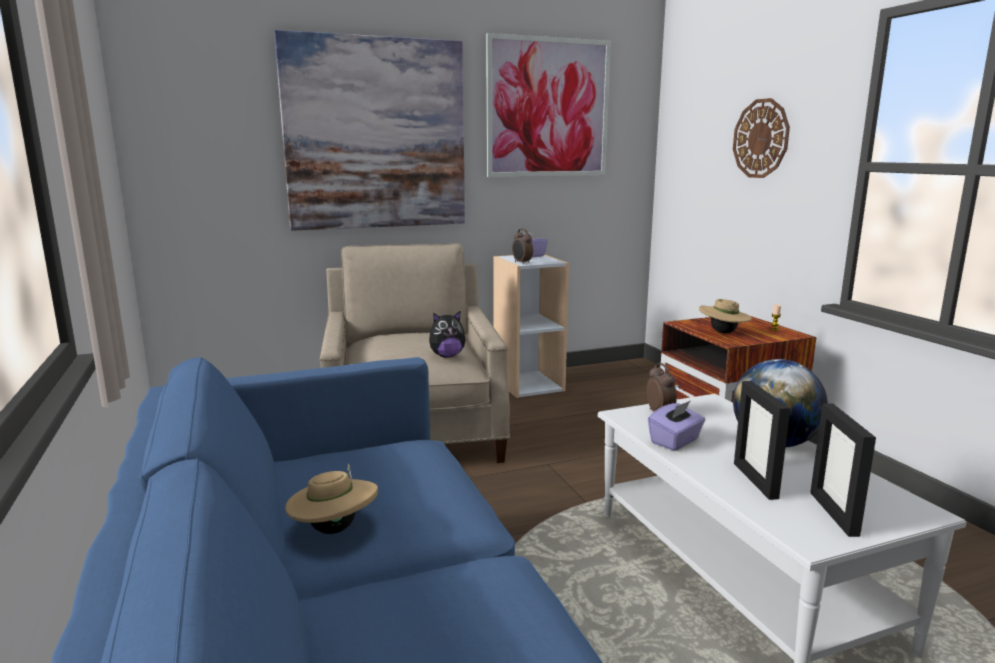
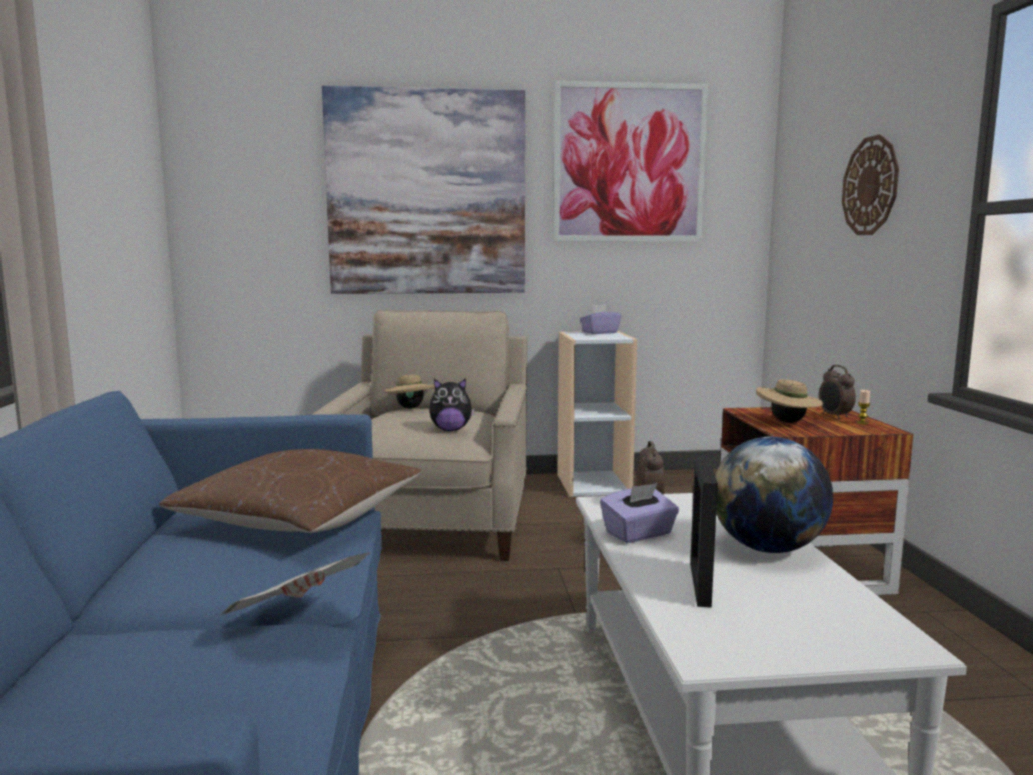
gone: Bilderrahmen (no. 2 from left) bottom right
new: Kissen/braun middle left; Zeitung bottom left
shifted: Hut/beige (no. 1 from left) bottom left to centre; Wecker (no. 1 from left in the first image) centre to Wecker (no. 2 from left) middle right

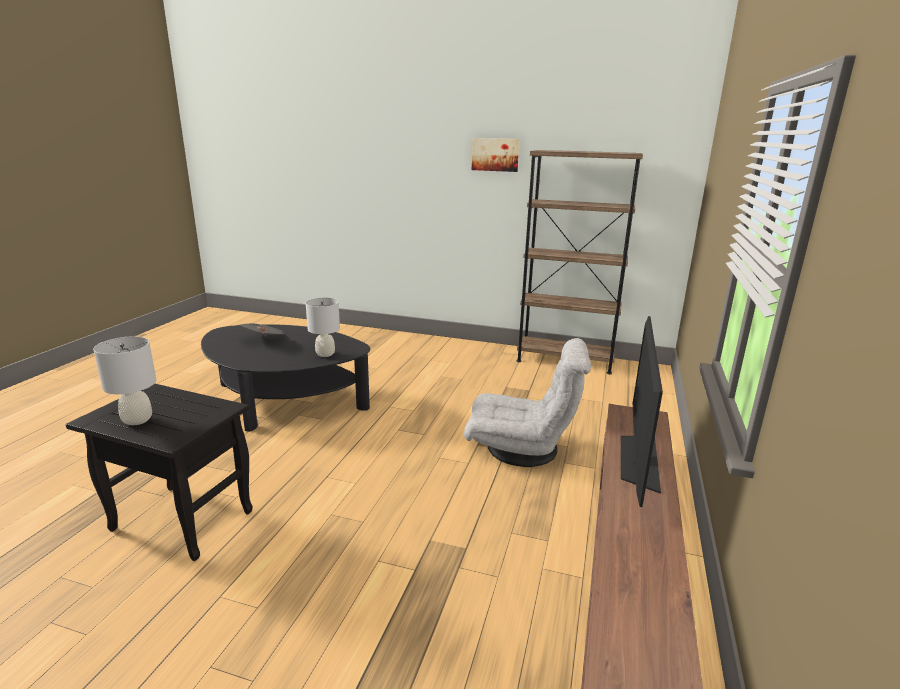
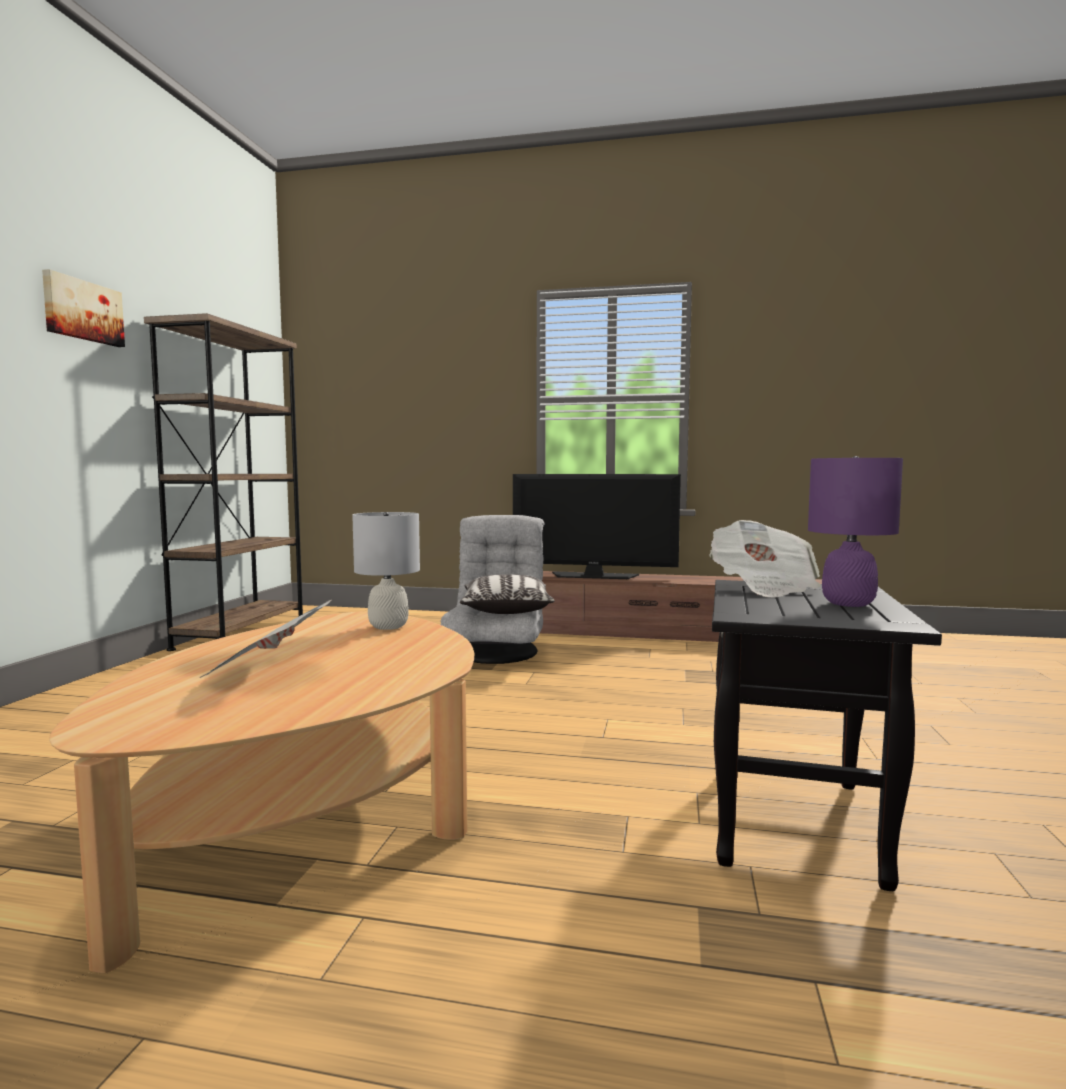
new: Kissen centre; Zeitung (no. 2 from left) middle right
repainted: Tischlampe/grau (no. 1 from left) middle left to Tischlampe/lila middle right; Couchtisch/schwarz middle left to Couchtisch/beige bottom left

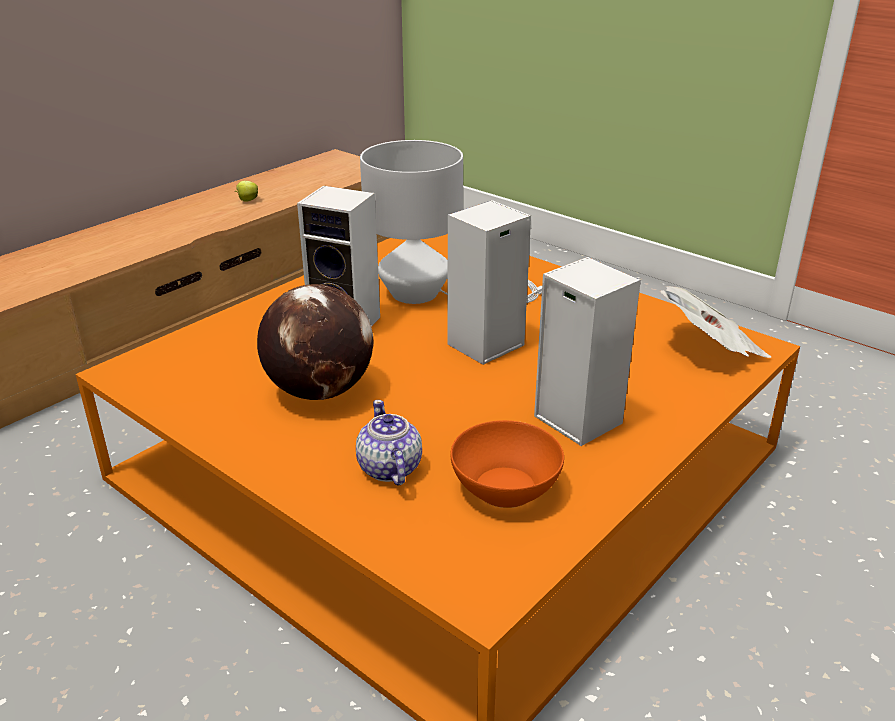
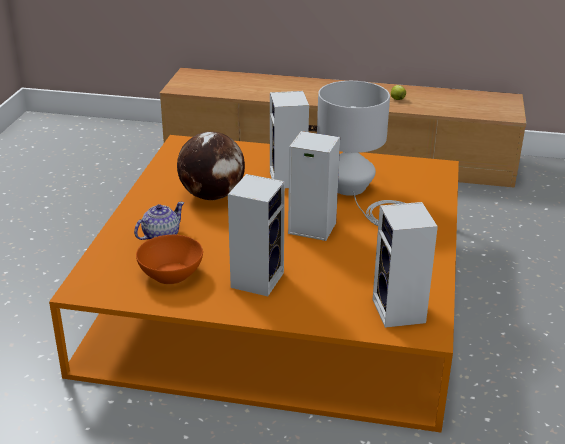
swapped: Zeitung middle right to Lautsprecher (no. 4 from left) middle right

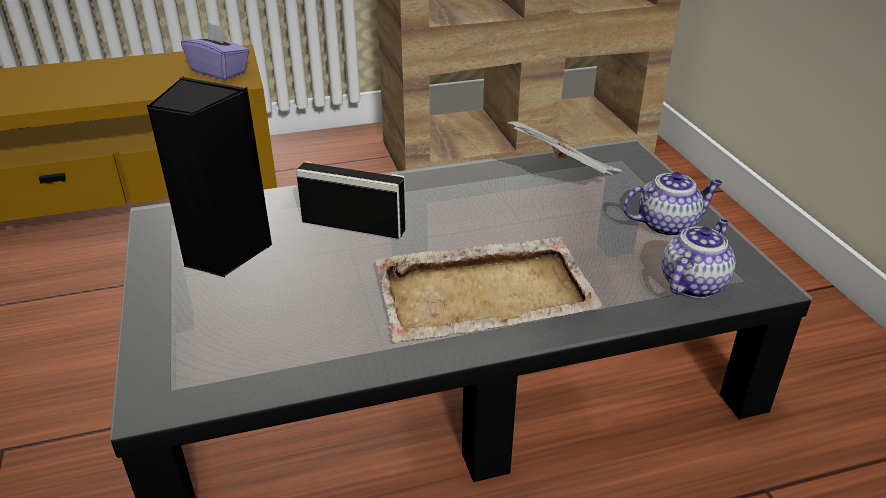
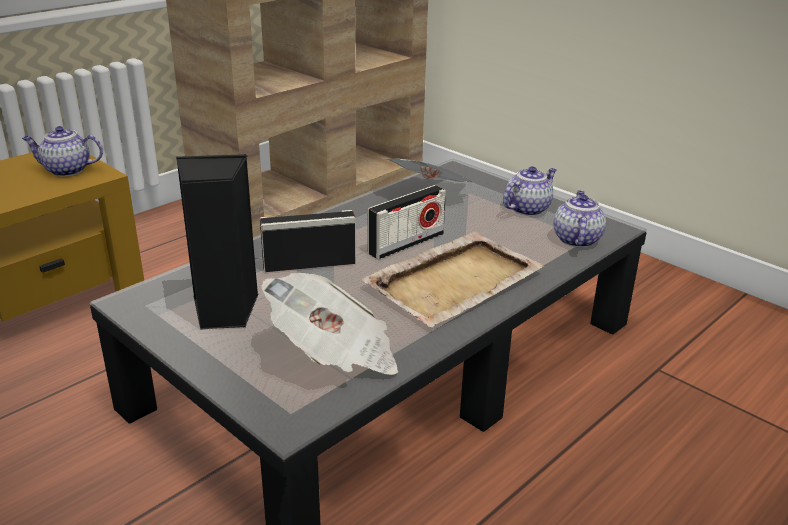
new: Zeitung (no. 1 from left) centre; Radio (no. 2 from left) centre
swapped: Taschentuchbox/lila top left to Teekanne (no. 1 from left) top left

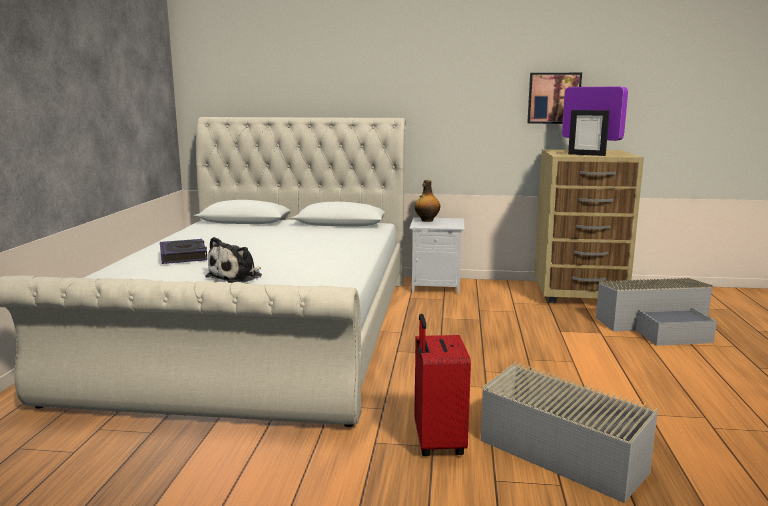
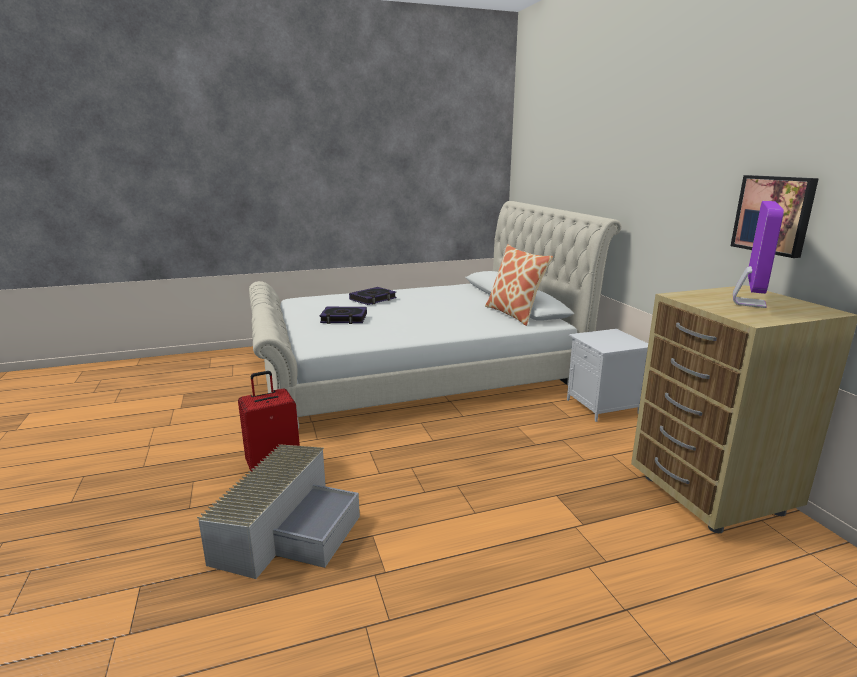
gone: Flasche centre; Bilderrahmen top right; Aufbewahrungsbox/grau (no. 2 from left) middle right
new: Kissen centre
swapped: Plüschtier middle left to Buch (no. 1 from left) centre

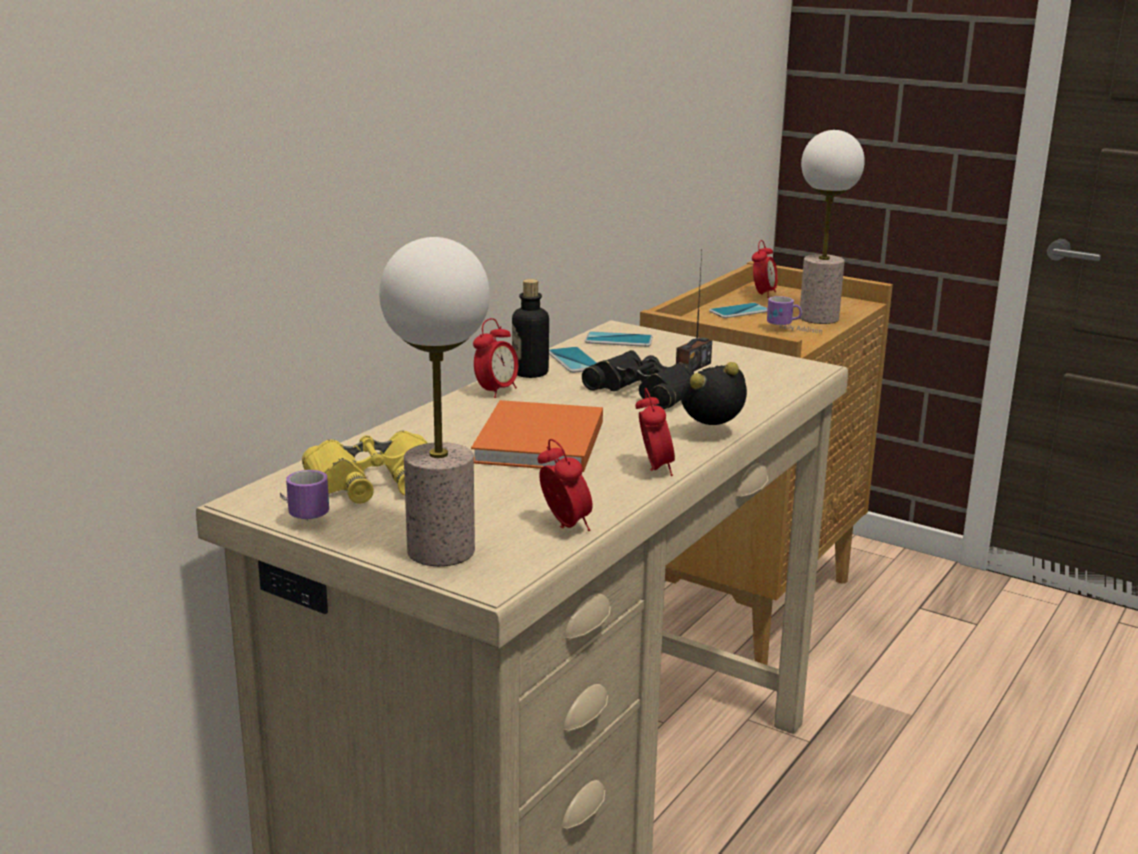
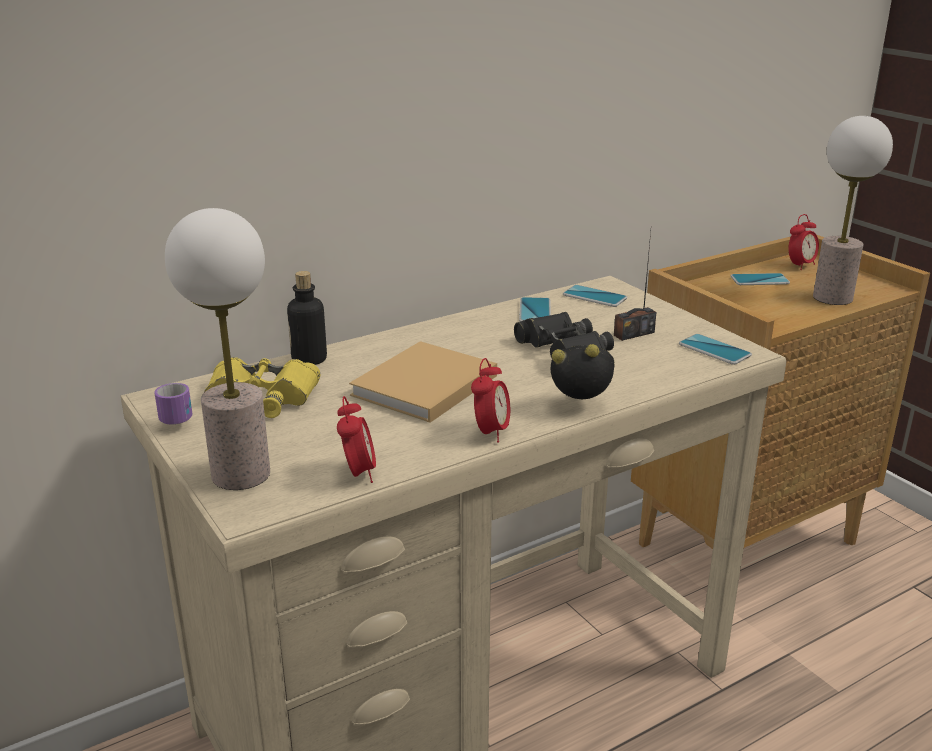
gone: Wecker (no. 1 from left) centre; Henkelbecher (no. 2 from left) middle right
new: Handy (no. 3 from left) middle right
shifted: Flasche centre to middle left
repainted: Buch/orange centre to Buch/beige centre

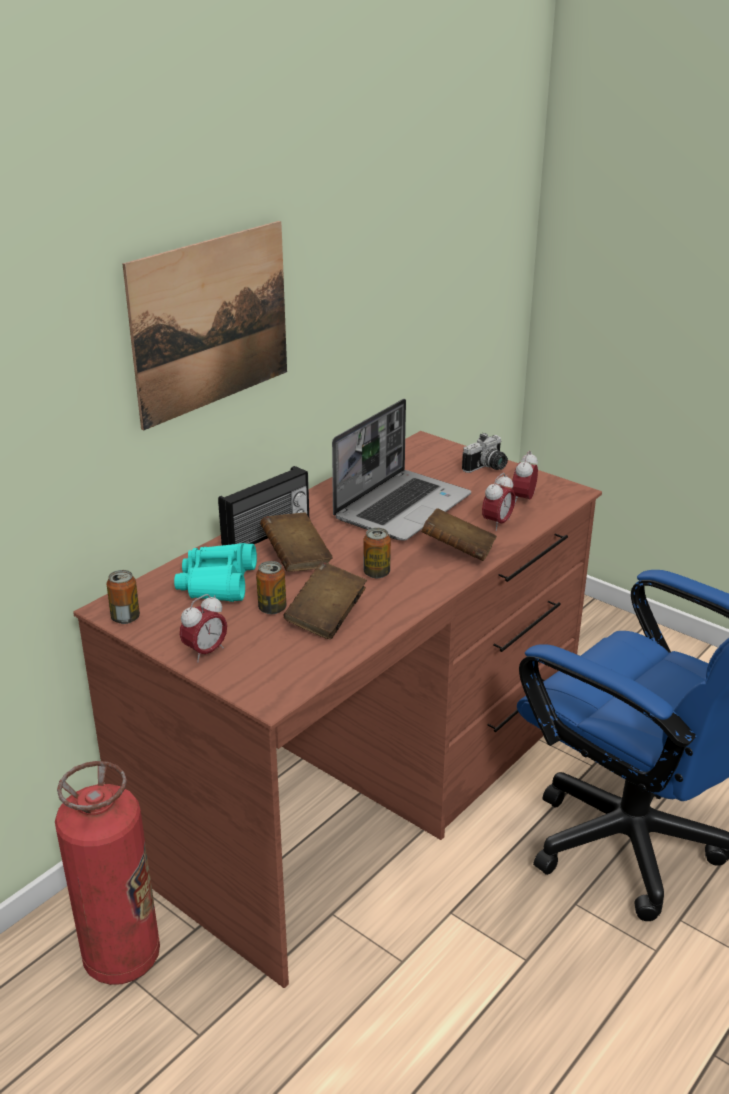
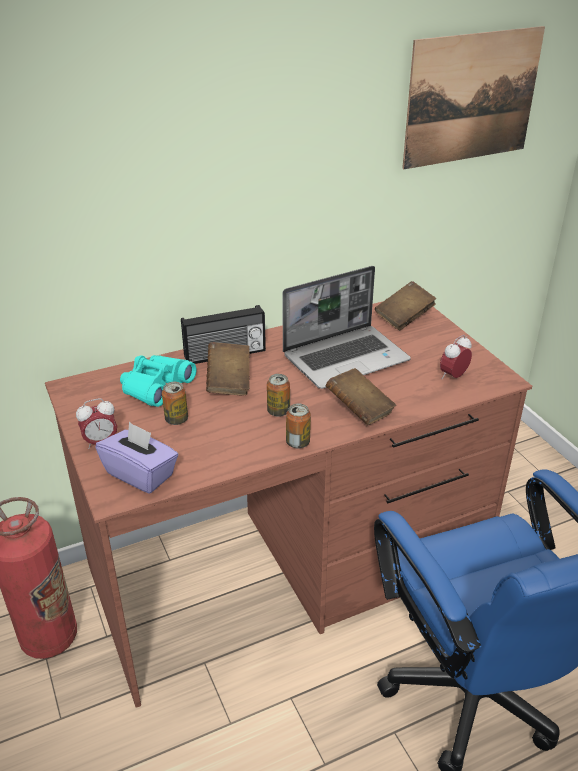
gone: Kamera centre; Wecker (no. 2 from left) middle right
new: Taschentuchbox/lila middle left
shifted: Dose (no. 1 from left in the first image) middle left to Dose (no. 3 from left) centre; Bild top left to top right; Buch/braun (no. 2 from left in the first image) centre to Buch/braun (no. 3 from left) middle right

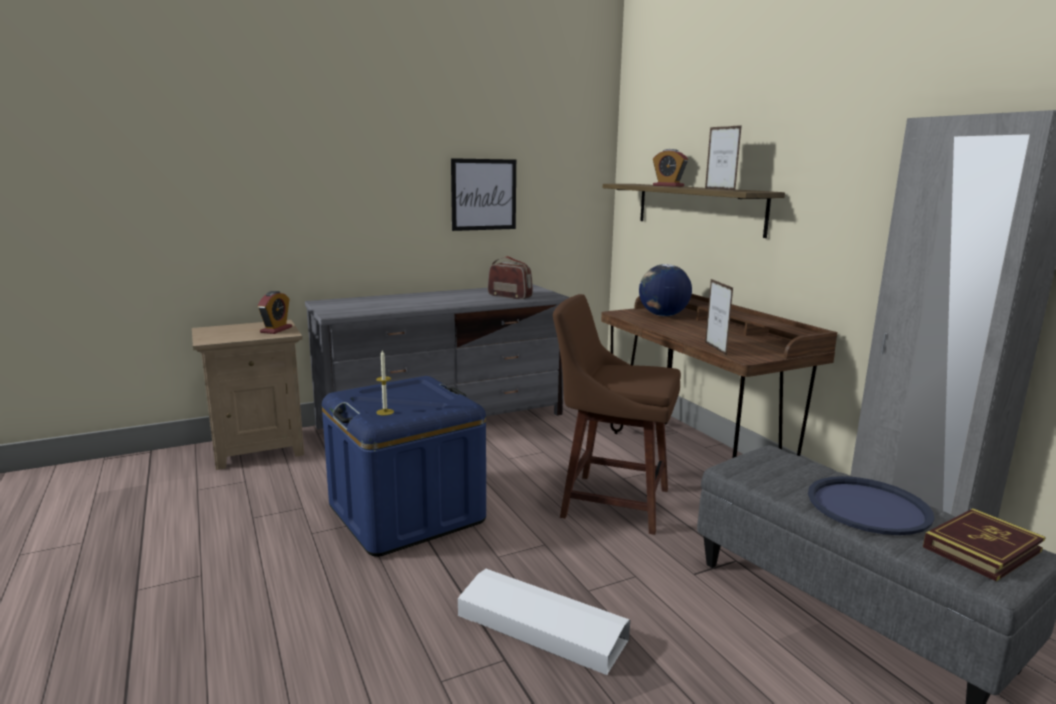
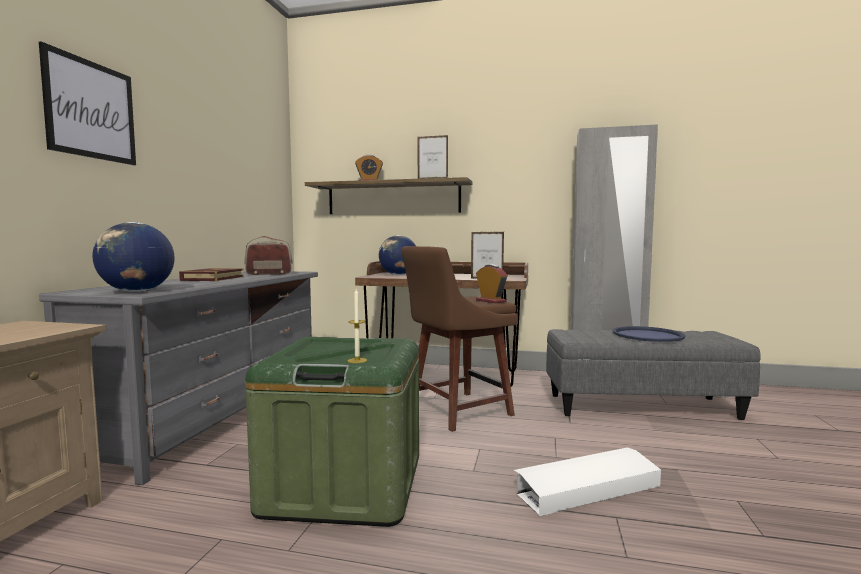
new: Globus (no. 1 from left) middle left
shifted: Wecker (no. 1 from left in the first image) middle left to Wecker (no. 2 from left) centre; Bild top centre to top left; Buch bottom right to middle left
repainted: Aufbewahrungsbox/blau centre to Aufbewahrungsbox/grün bottom centre

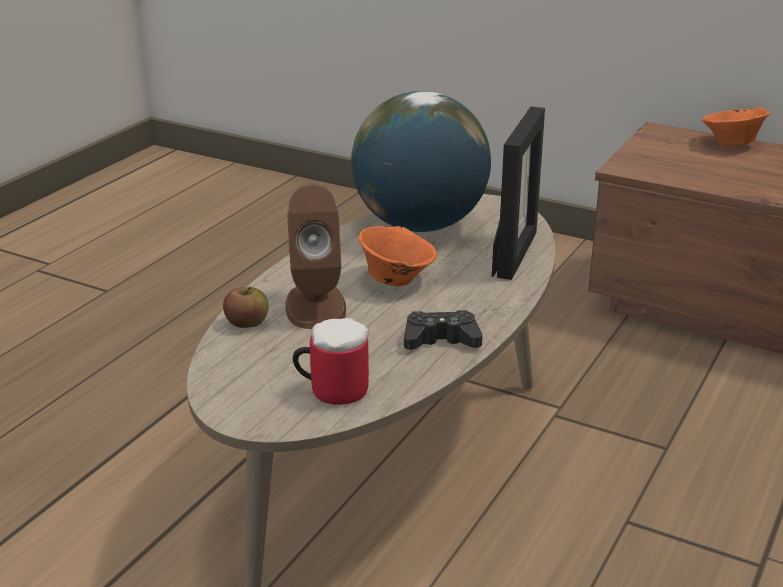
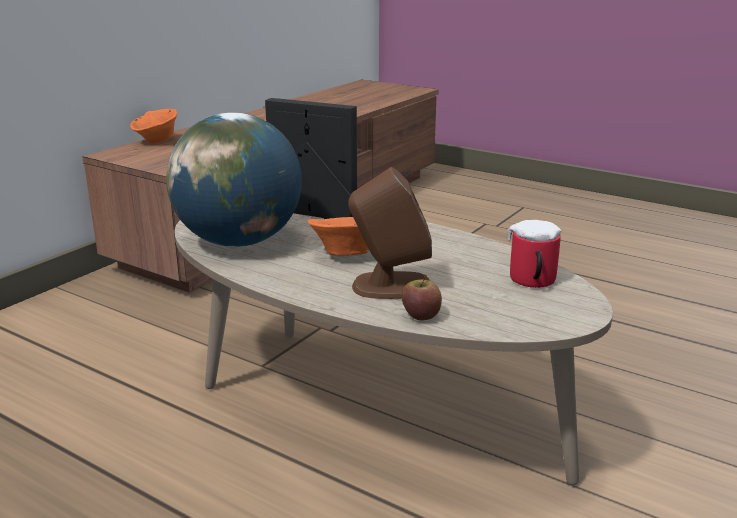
gone: Gamepad/schwarz centre

